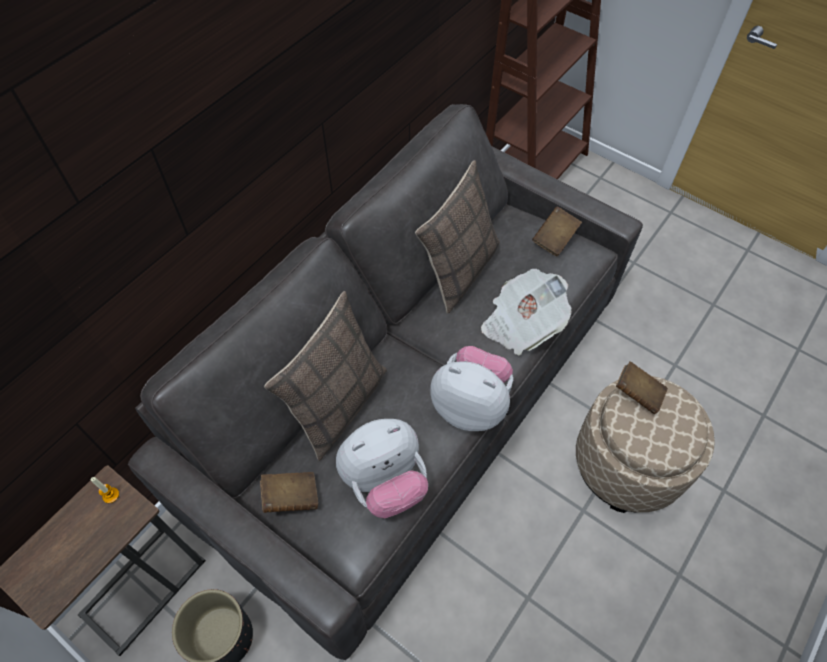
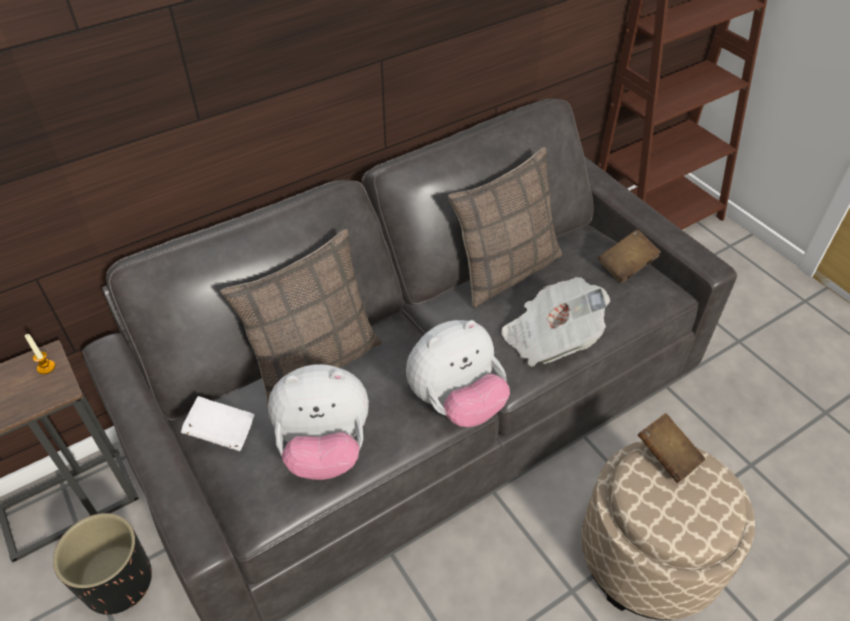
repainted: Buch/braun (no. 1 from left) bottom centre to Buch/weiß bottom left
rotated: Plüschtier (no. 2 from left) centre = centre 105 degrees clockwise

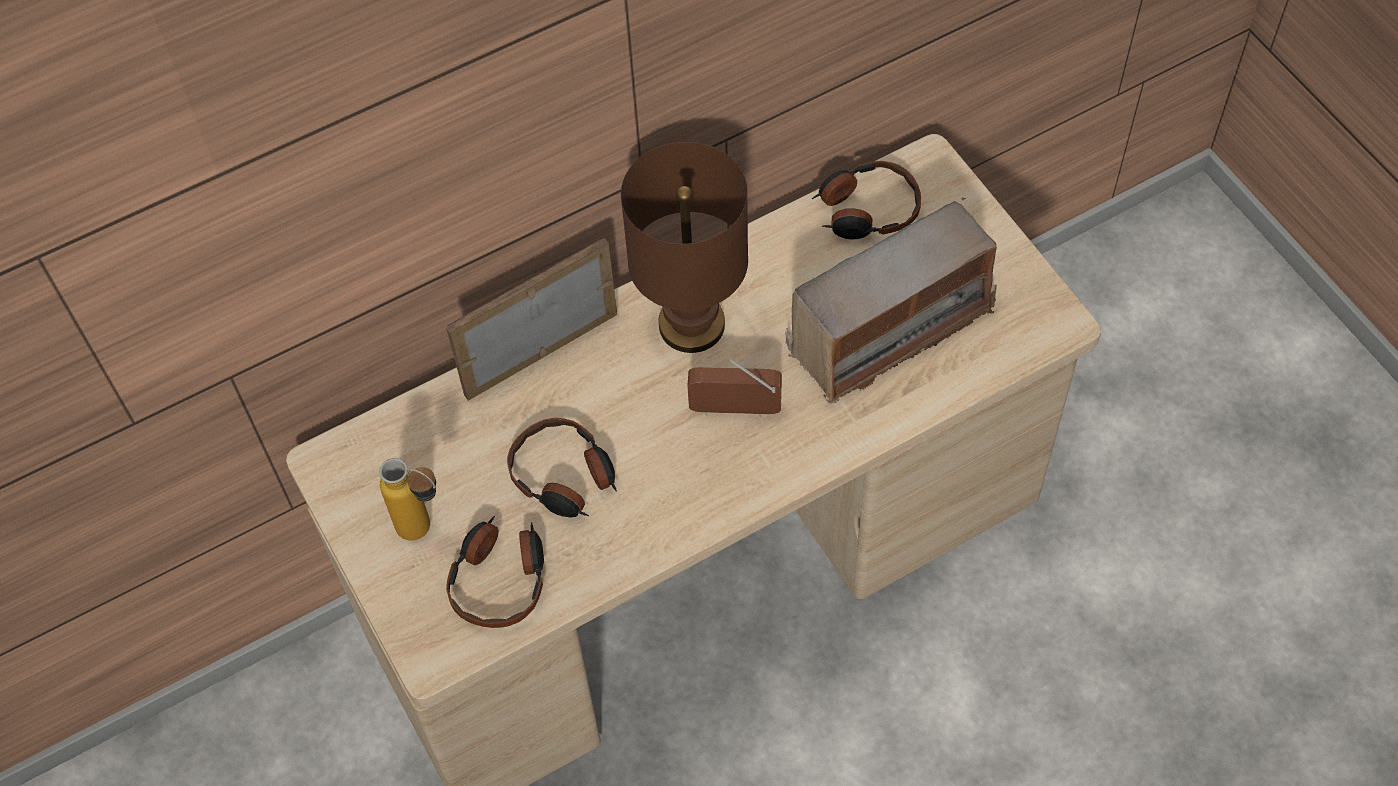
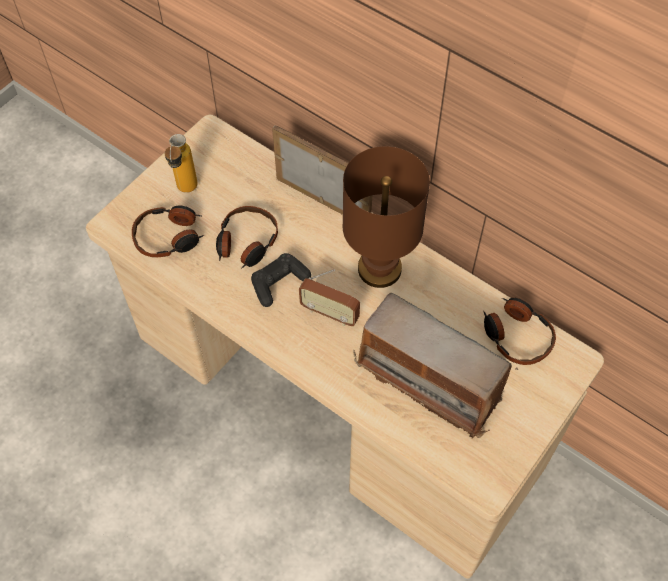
new: Gamepad/schwarz centre
rotated: Radio (no. 1 from left) centre = centre 135 degrees clockwise

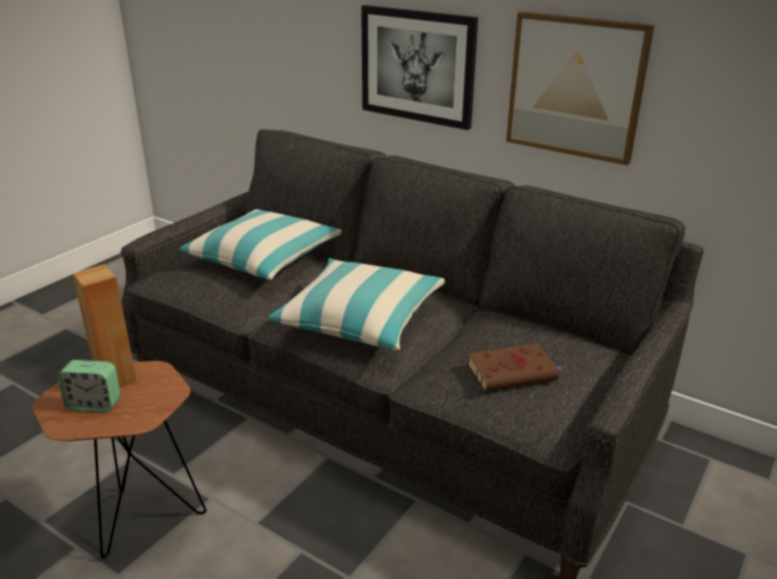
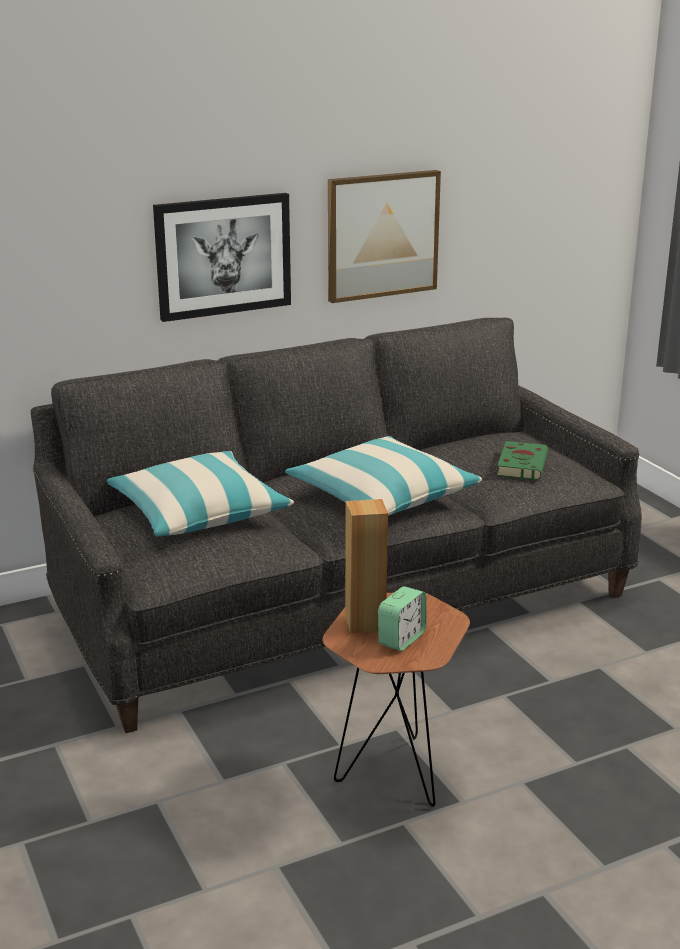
repainted: Buch/braun centre to Buch/grün middle right

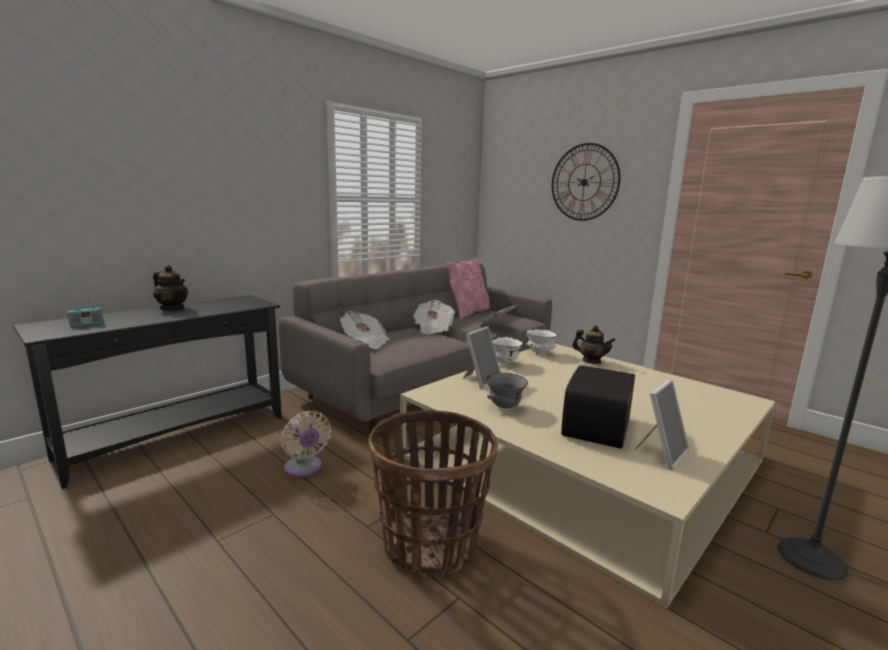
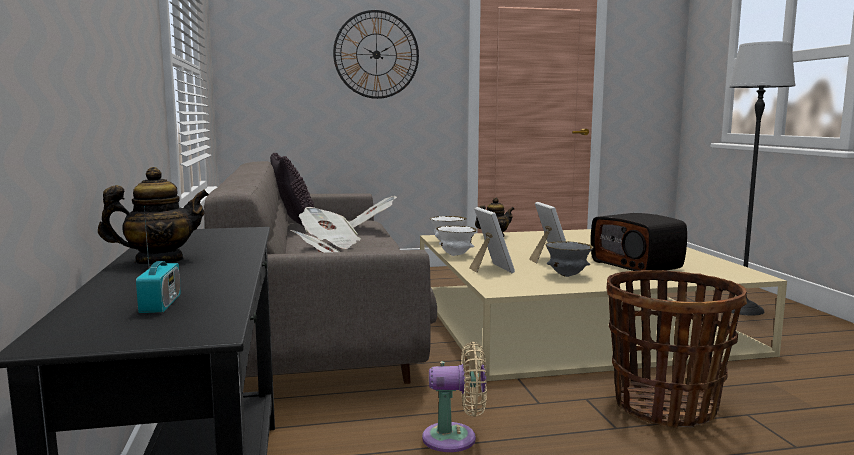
shifted: Bilderrahmen (no. 2 from left) middle right to centre
repainted: Kissen/rosa centre to Kissen/schwarz centre

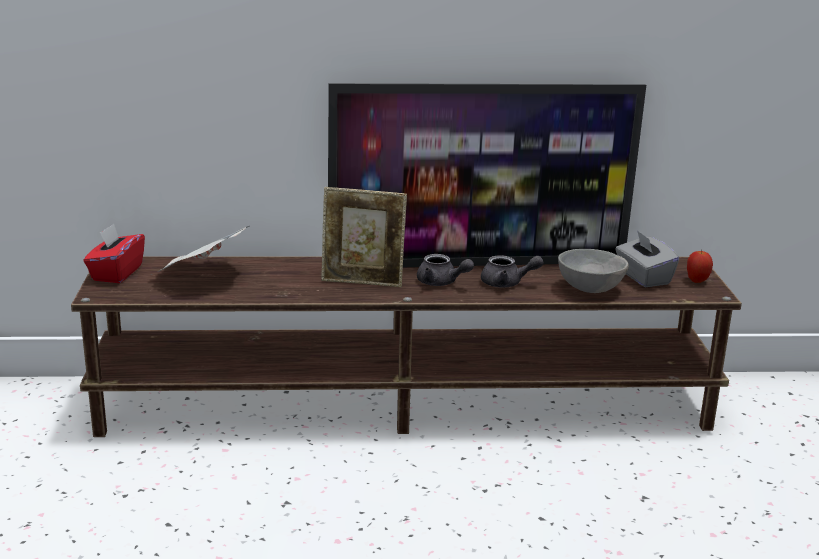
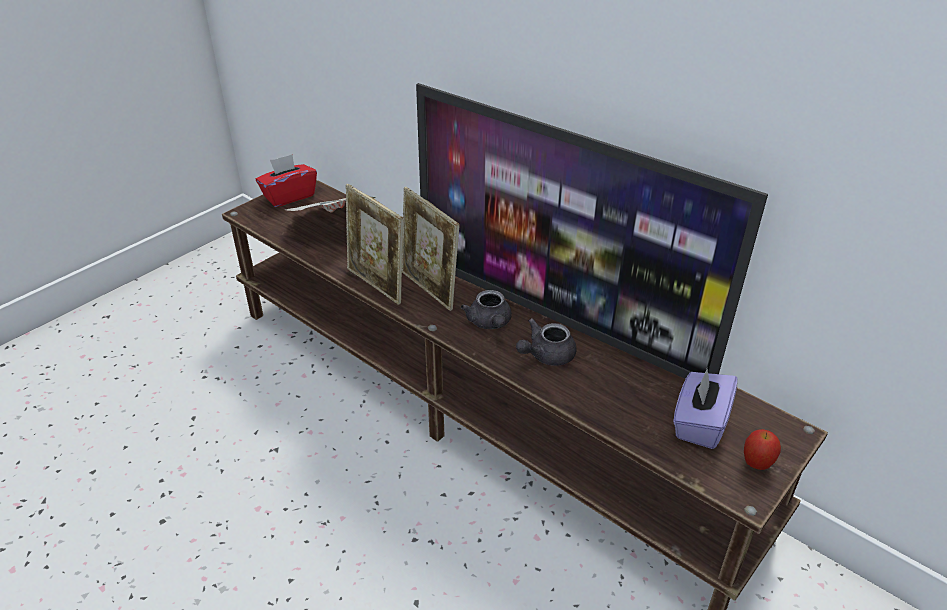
gone: Schüssel/grau middle right
new: Bilderrahmen (no. 1 from left) centre
repainted: Taschentuchbox/grau middle right to Taschentuchbox/lila bottom right
rotated: Teekanne/grau (no. 2 from left) centre = centre 90 degrees clockwise

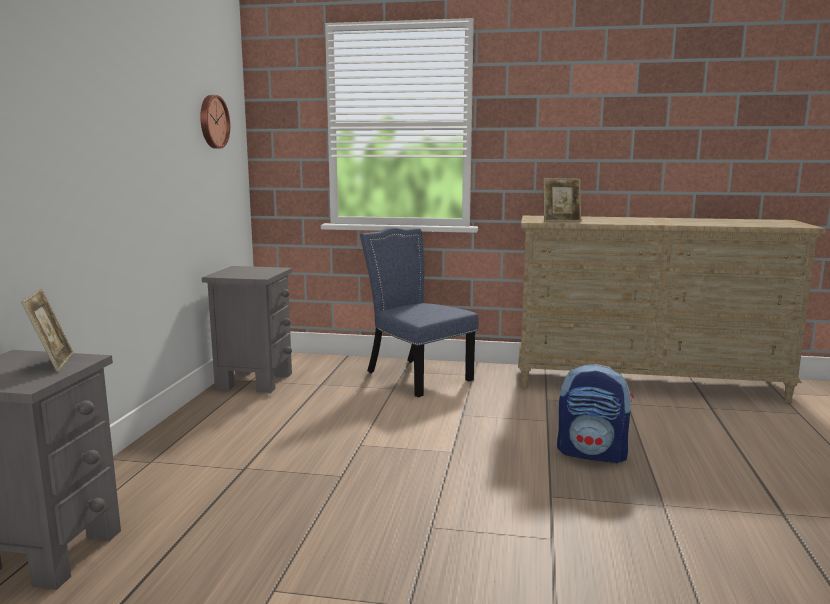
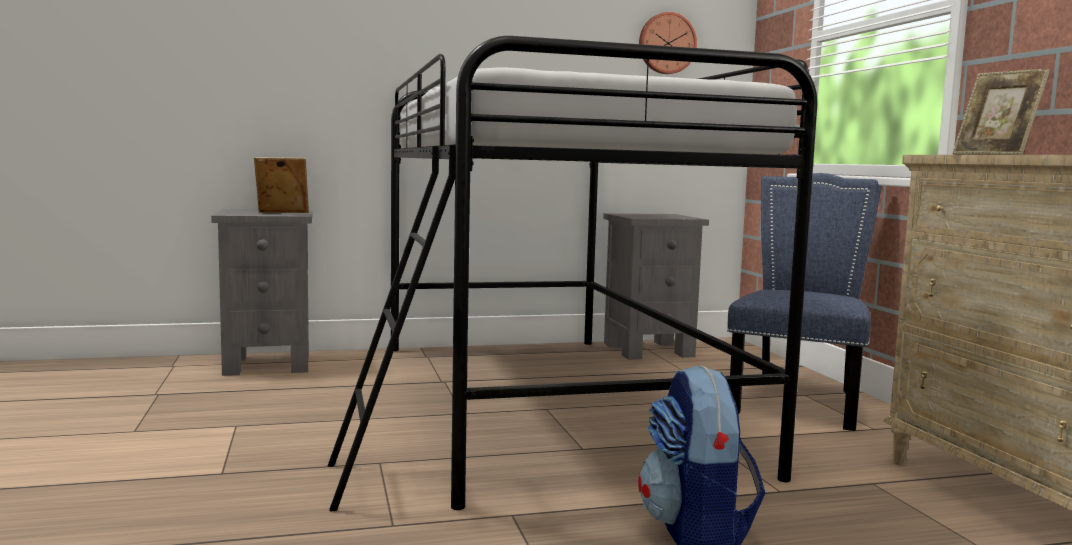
new: Bett/schwarz centre
rotated: Bilderrahmen (no. 1 from left) middle left = middle left 150 degrees counterclockwise

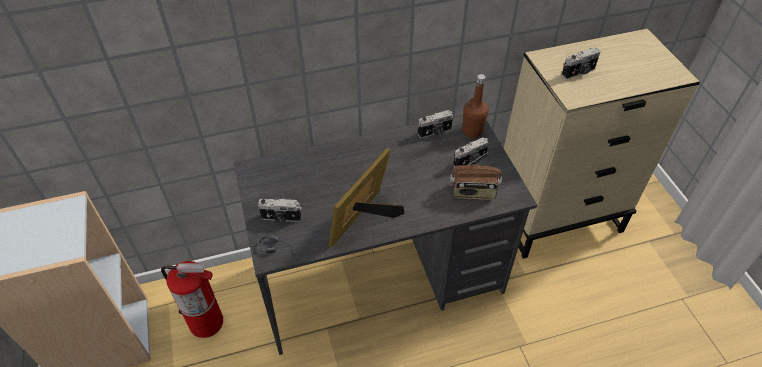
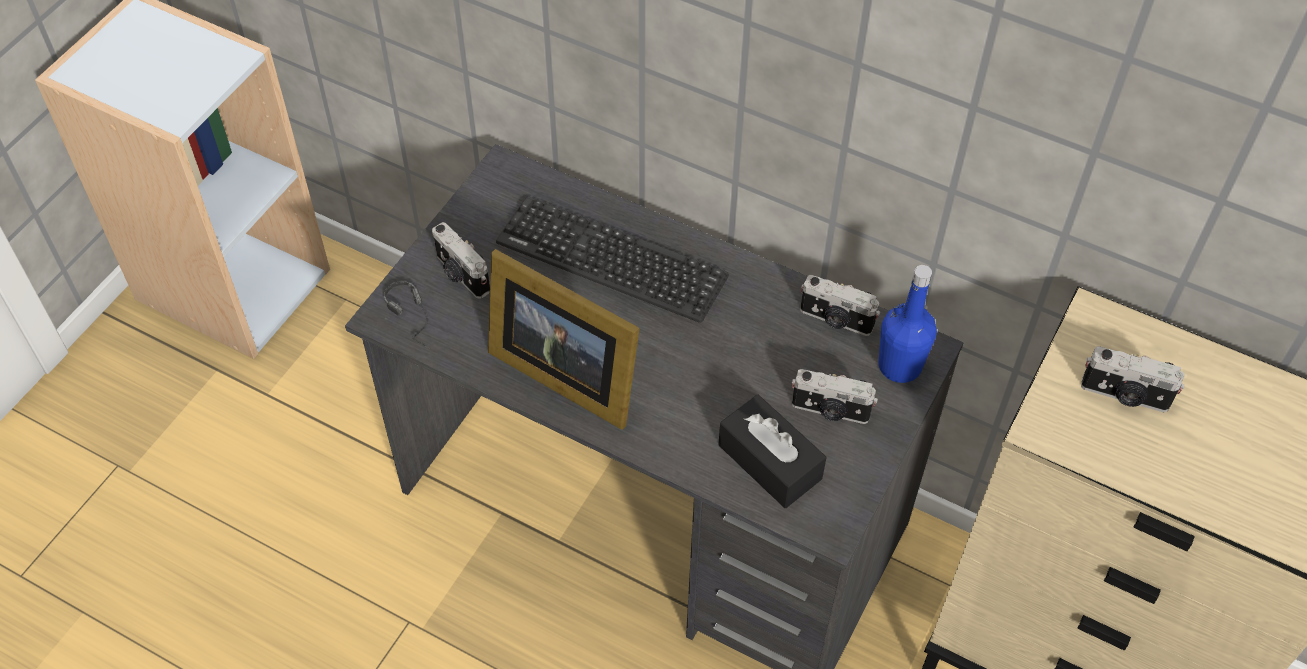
gone: Feuerlöscher bottom left
new: Tastatur centre
swapped: Radio centre to Taschentuchbox/schwarz bottom centre
repainted: Flasche/braun top centre to Flasche/blau middle right
rotated: Bilderrahmen centre = centre 135 degrees counterclockwise

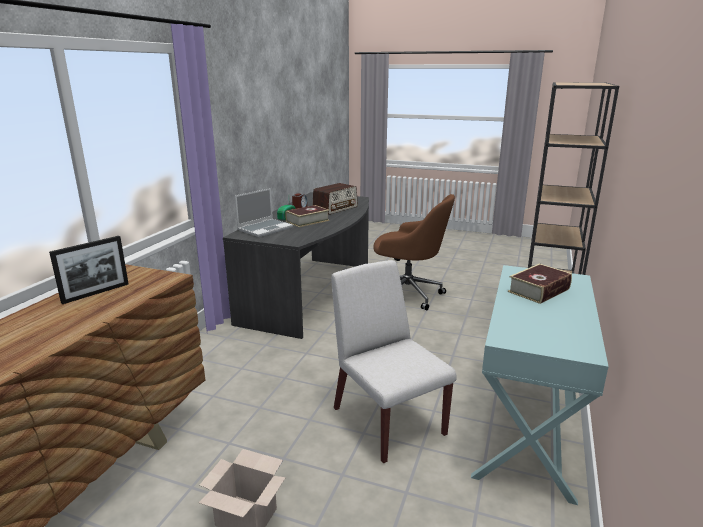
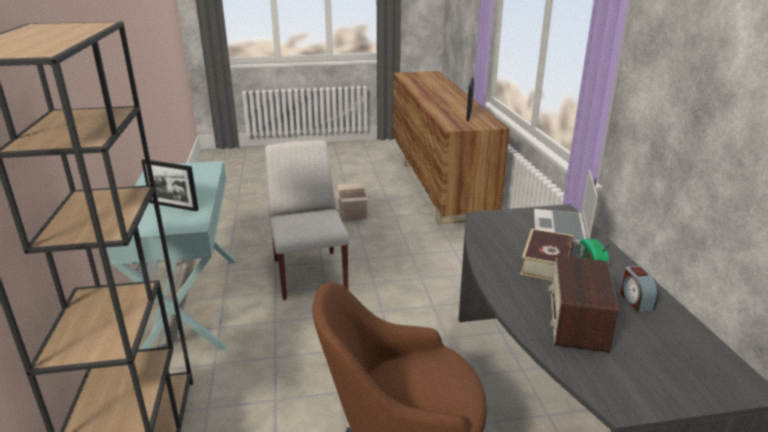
swapped: Buch (no. 2 from left) middle right to Bilderrahmen (no. 1 from left) middle left
rotated: Stuhl/weiß bottom centre = centre 135 degrees counterclockwise

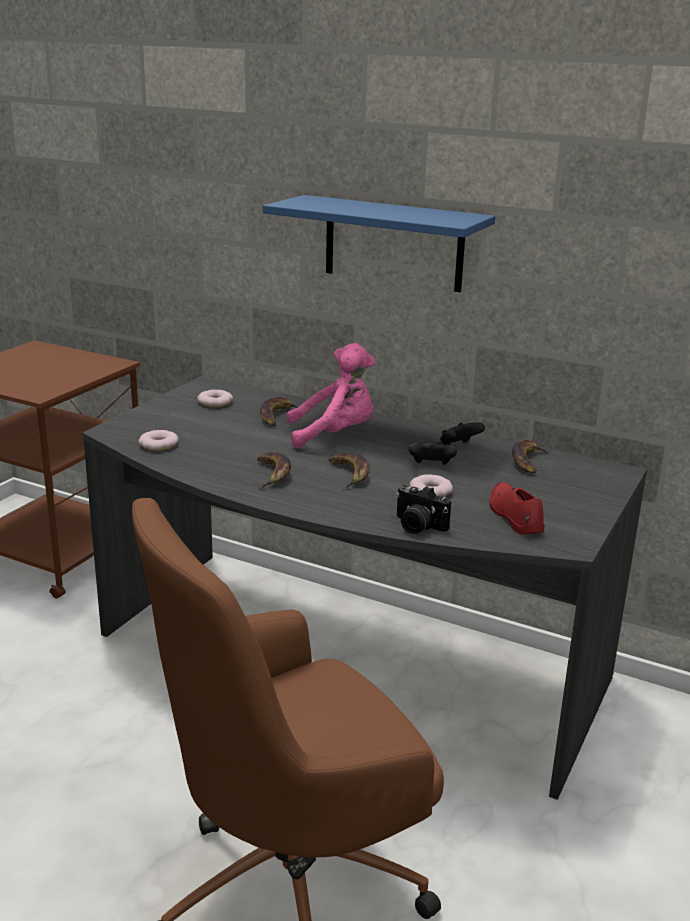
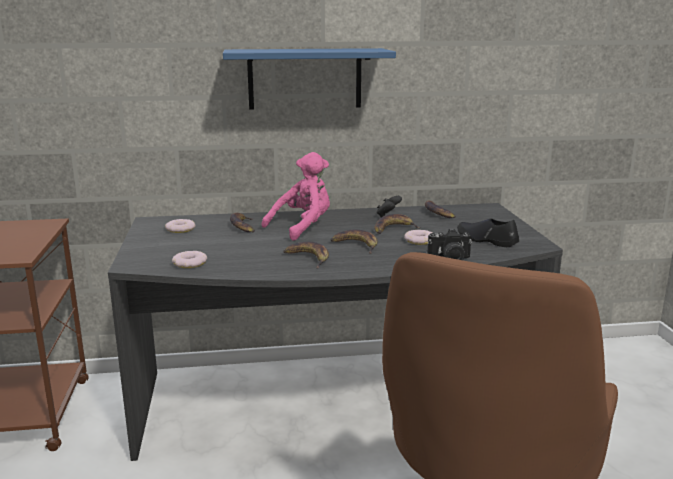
swapped: Gamepad/schwarz (no. 1 from left) centre to Banane (no. 4 from left) centre
repainted: Schuh/rot middle right to Schuh/schwarz middle right

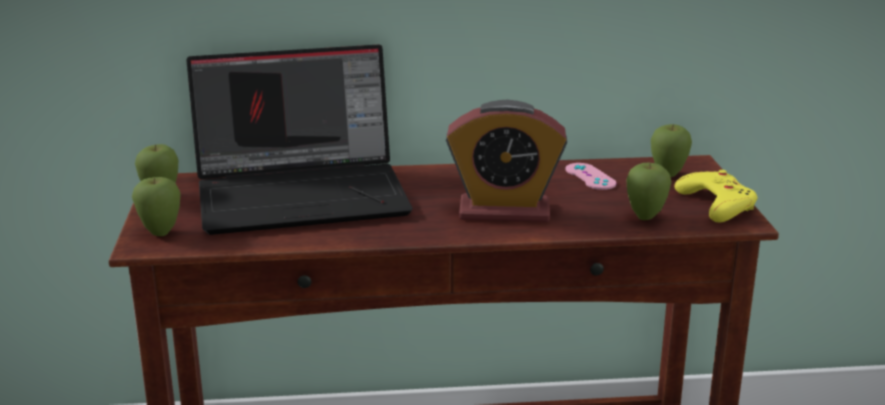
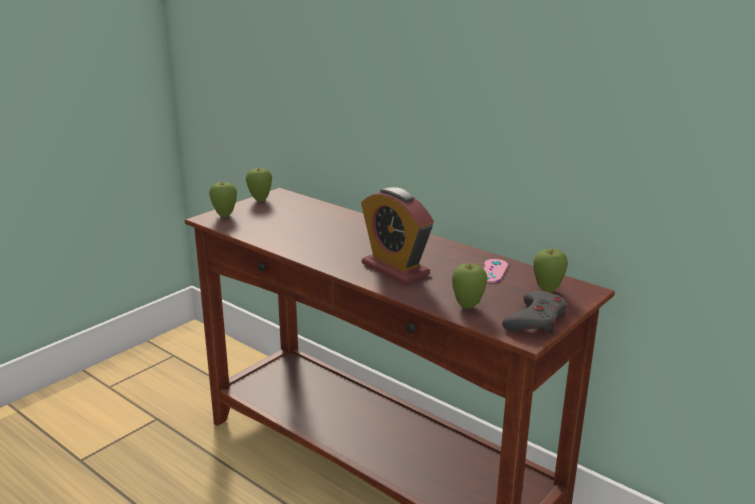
gone: Laptop centre
repainted: Gamepad/gelb middle right to Gamepad/grau middle right

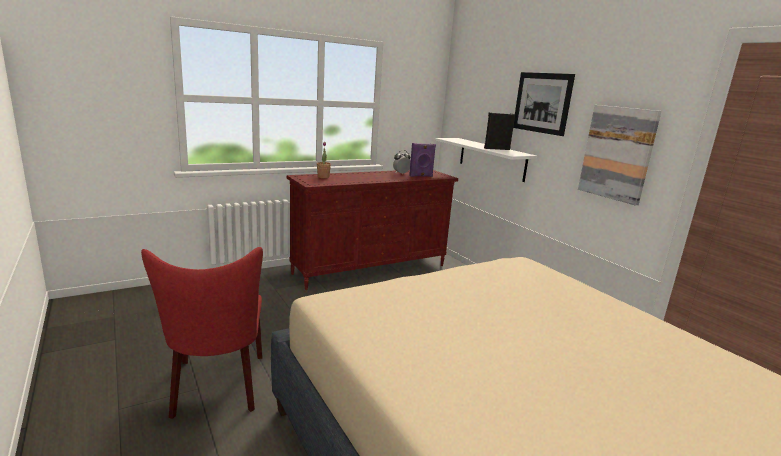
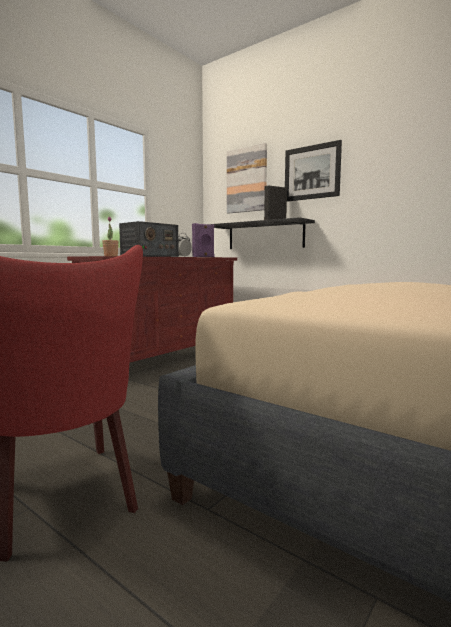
new: Radio middle left
shifted: Bild (no. 2 from left in the first image) middle right to Bild (no. 1 from left) top centre
repainted: Wandregal/weiß centre to Wandregal/schwarz centre

